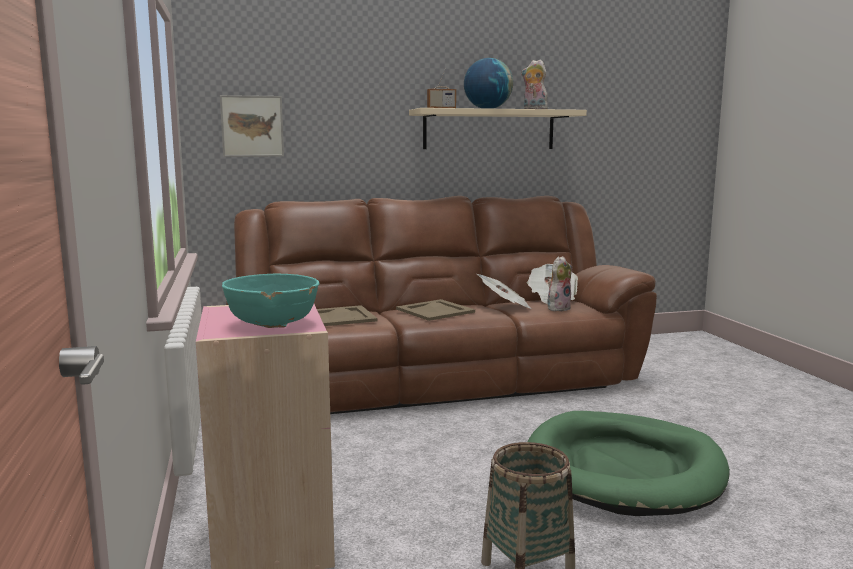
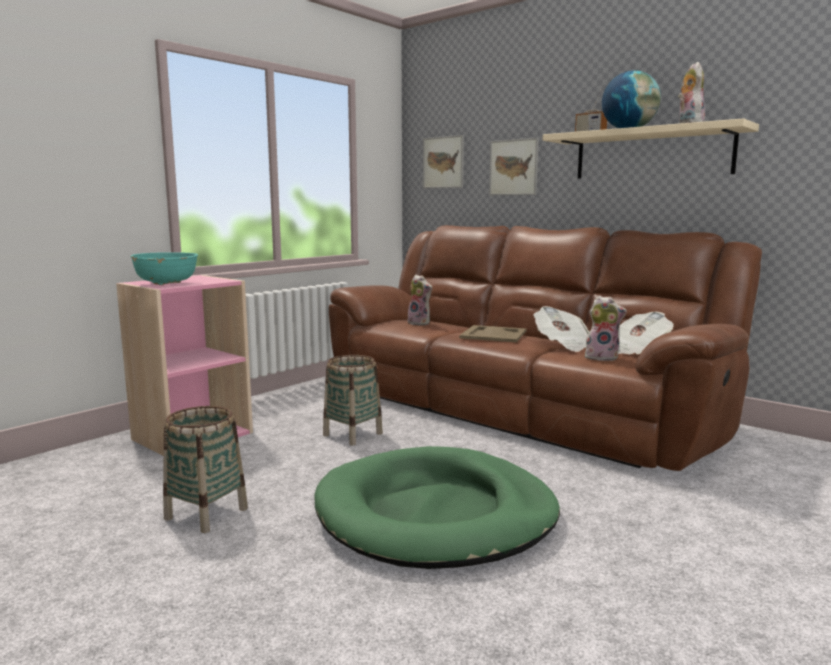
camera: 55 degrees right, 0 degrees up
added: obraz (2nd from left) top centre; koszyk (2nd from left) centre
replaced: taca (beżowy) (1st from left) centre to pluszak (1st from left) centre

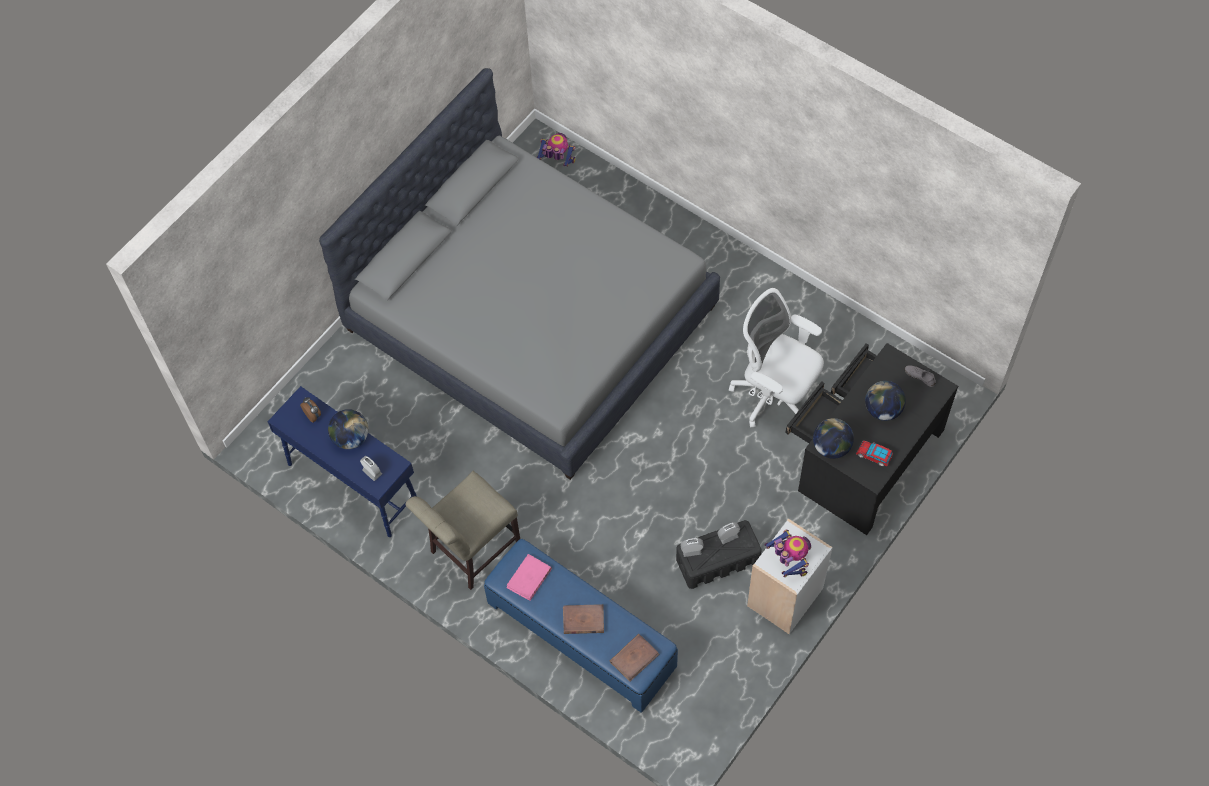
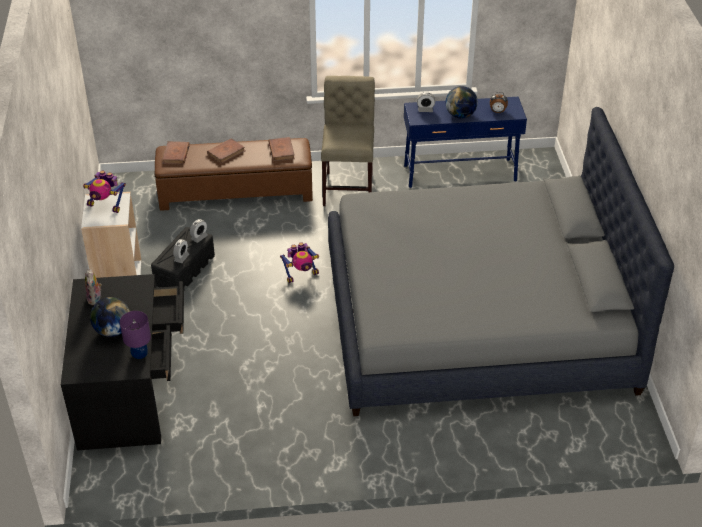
camera: 135 degrees right, 20 degrees down
removed: krzesło biurowe (biały) centre; but (szary) middle right; globus (2nd from left) middle right
added: lampa stołowa (fioletowy) middle left
moved: robot zabawkowy (1st from left in the first image) top centre to robot zabawkowy (2nd from left) centre
replaced: samochodzik middle right to pluszak middle left
recoloured: ławka (niebieski) bottom centre to ławka (brązowy) top left; książka (różowy) bottom centre to książka (brązowy) (3rd from left) top centre

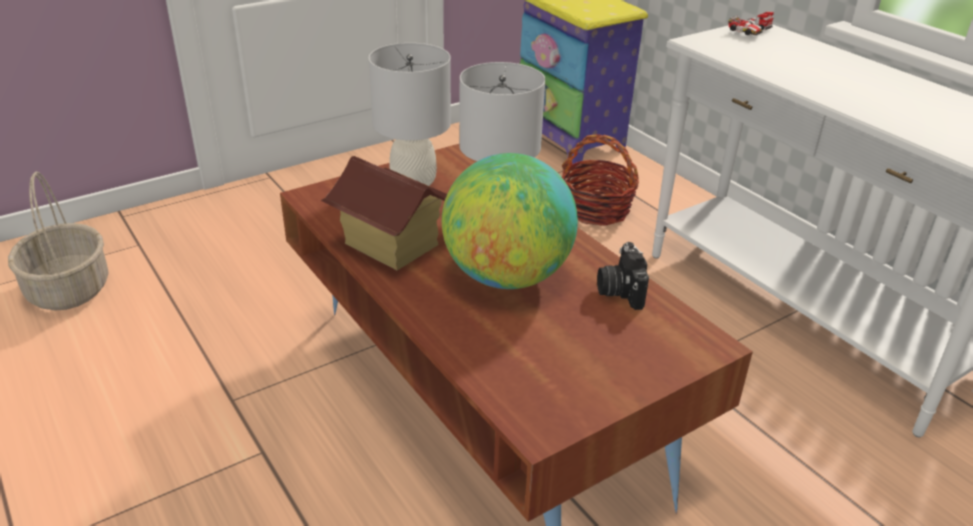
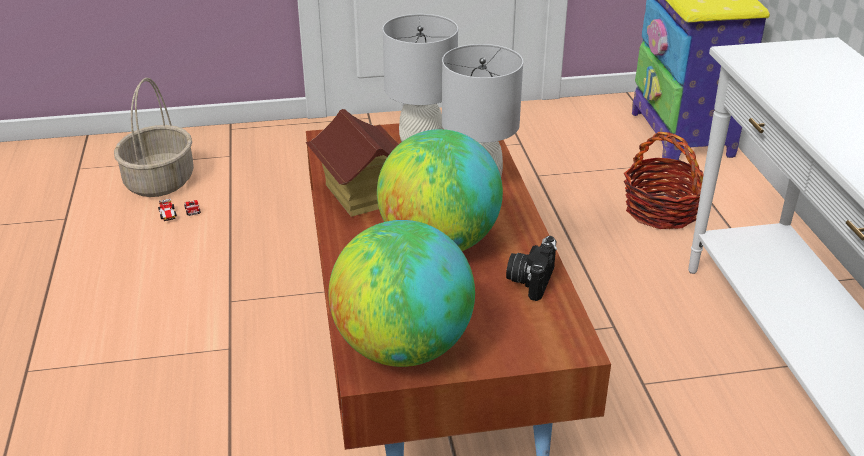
camera: 25 degrees right, 0 degrees up
added: globus (1st from left) centre
moved: samochodzik top right to middle left

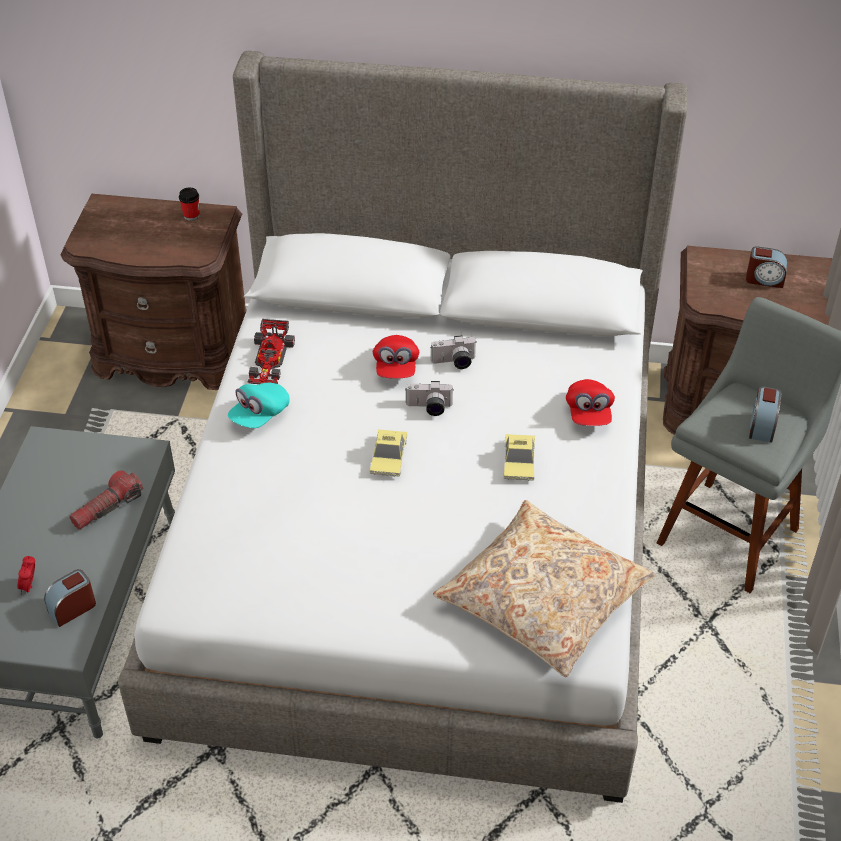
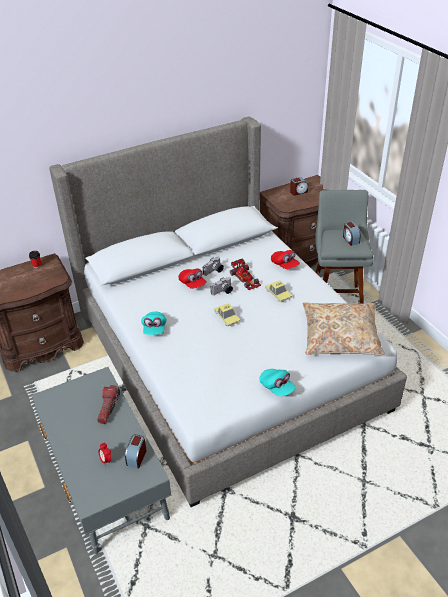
camera: 35 degrees left, 5 degrees down
added: czapka z daszkiem (turkusowy) (2nd from left) centre
moved: samochodzik (1st from left in the first image) middle left to samochodzik (2nd from left) centre

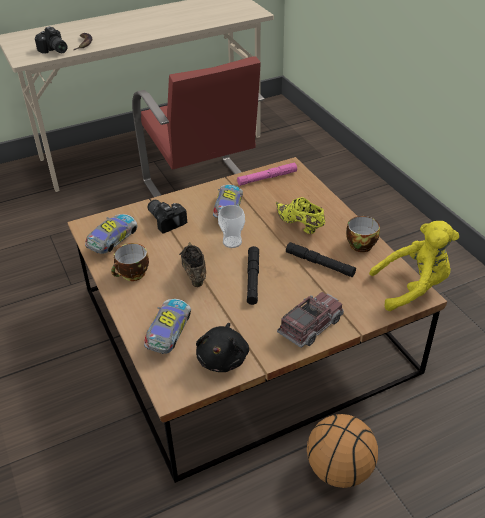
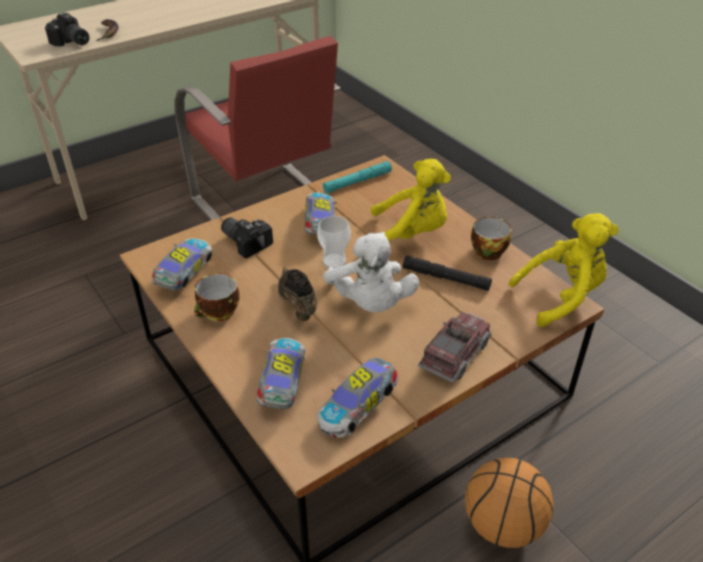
camera: 10 degrees left, 0 degrees up
replaced: but (żółty) centre to pluszak (żółty) (1st from left) centre; latarka (czarny) (1st from left) centre to pluszak (biały) centre; pluszak (czarny) bottom centre to samochodzik (4th from left) bottom centre
recoloured: latarka (różowy) centre to latarka (turkusowy) top centre

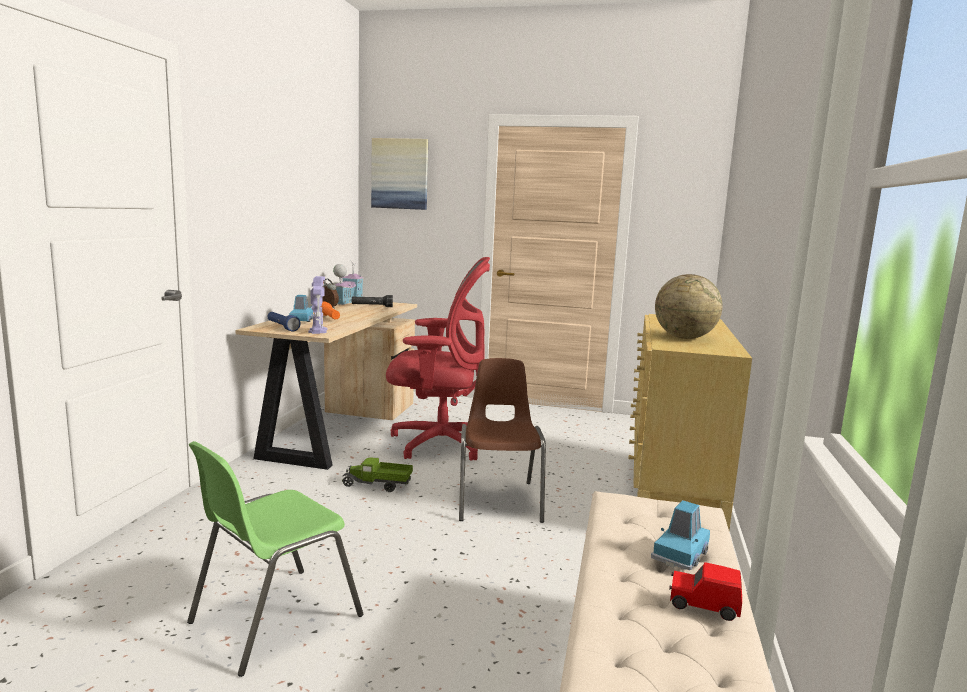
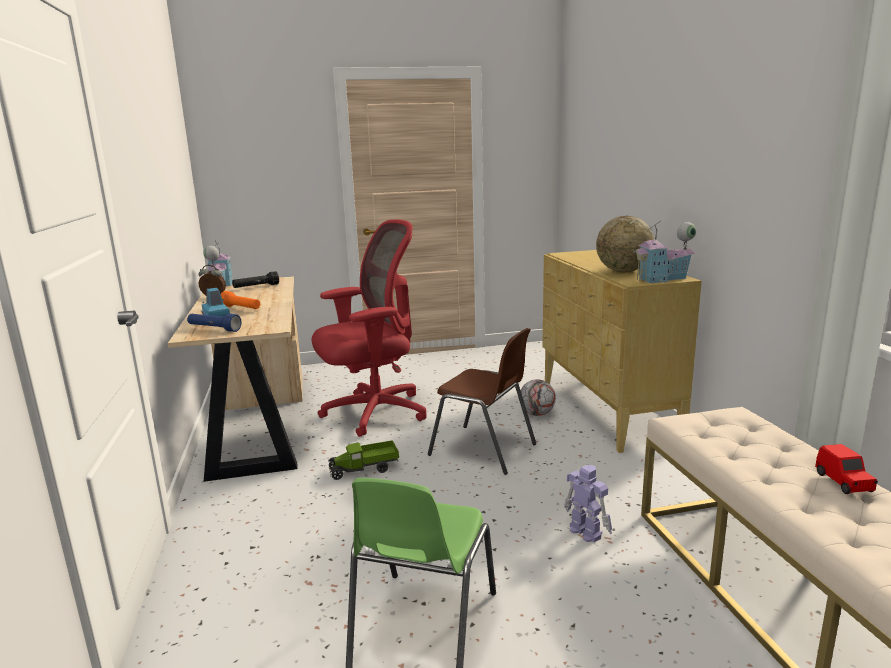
camera: 25 degrees left, 5 degrees up
removed: obraz top centre; samochodzik (niebieski) (2nd from left) bottom right
added: domek (2nd from left) middle right; piłka futbolowa centre
moved: robot zabawkowy middle left to bottom centre
turned: krzesło (brązowy) centre = centre 150 degrees clockwise; samochodzik (czerwony) bottom right = bottom right 90 degrees counterclockwise

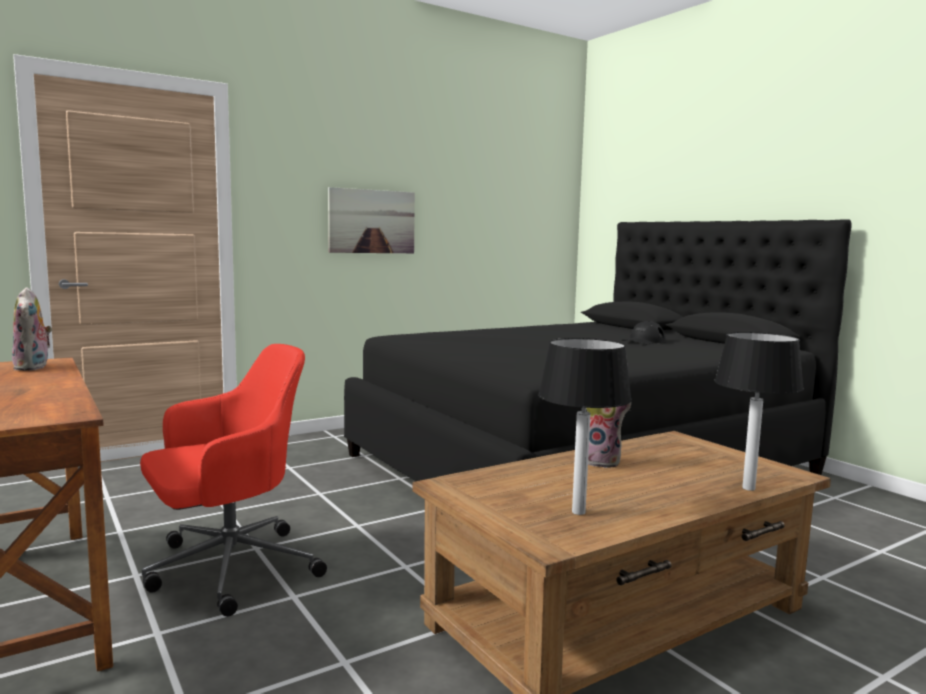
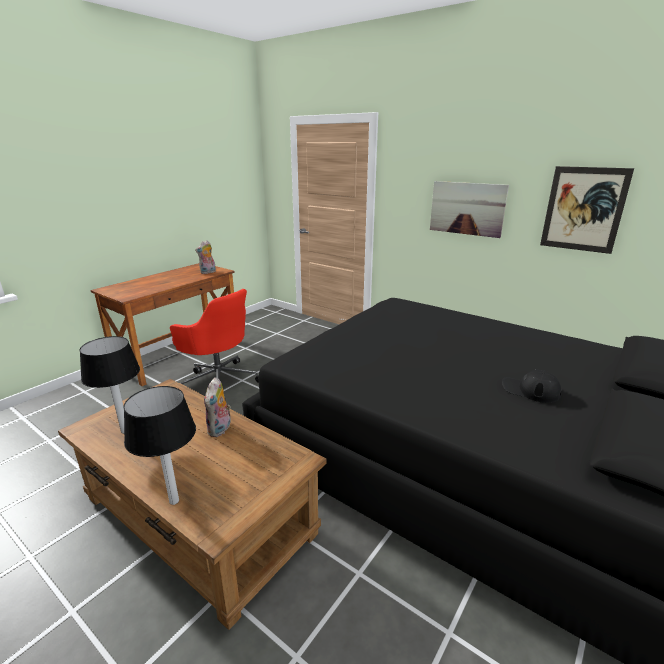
camera: 70 degrees right, 15 degrees up
added: obraz (2nd from left) top right

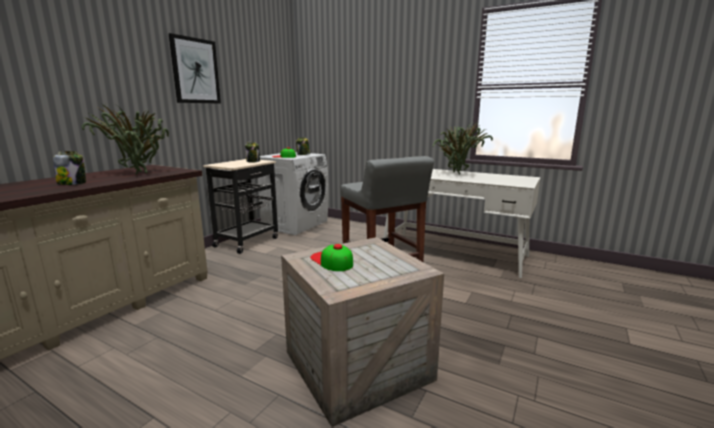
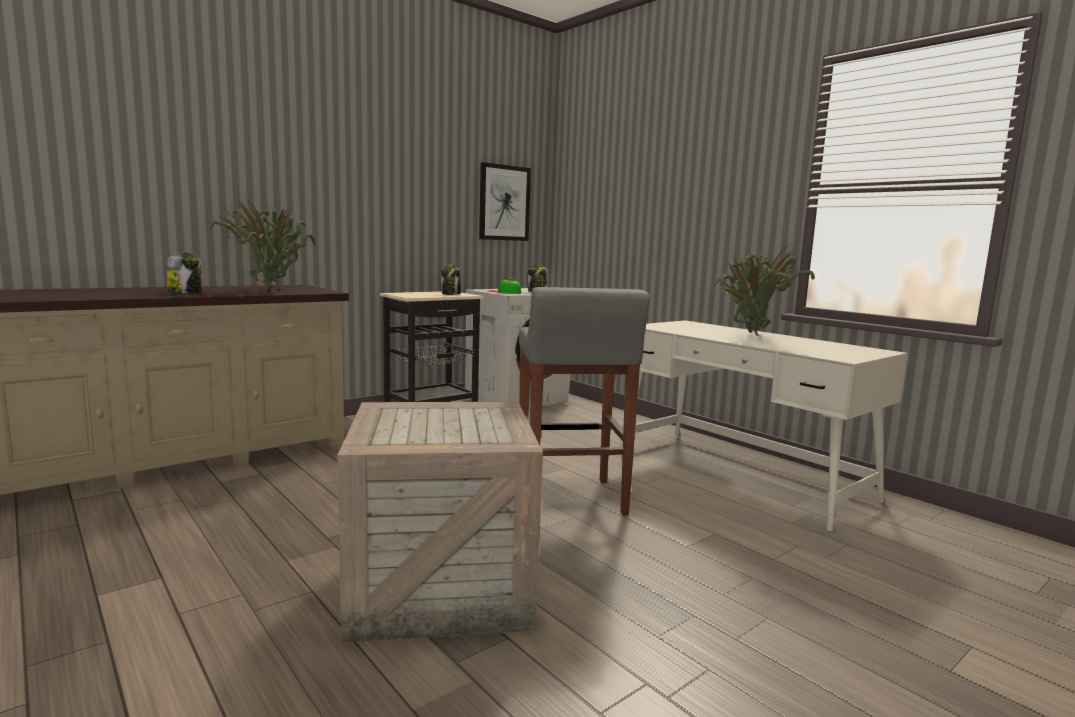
camera: 20 degrees right, 5 degrees down
removed: czapka z daszkiem (2nd from left) centre
moved: obraz top left to top centre

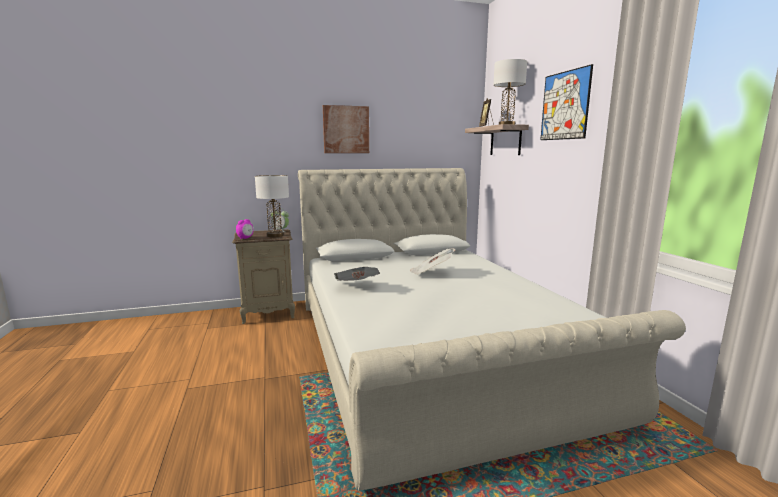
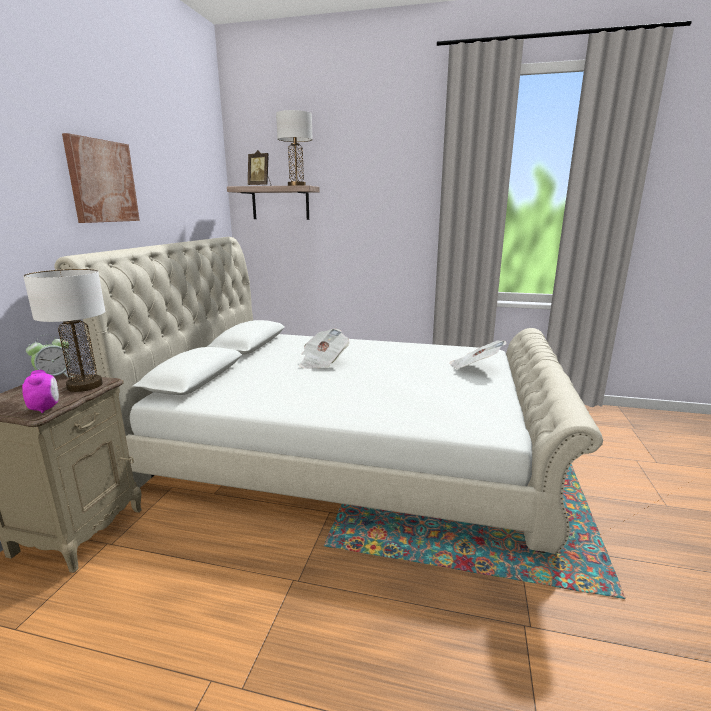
camera: 60 degrees left, 5 degrees up
removed: obraz (2nd from left) top right
moved: gazeta (1st from left in the first image) centre to gazeta (2nd from left) middle right

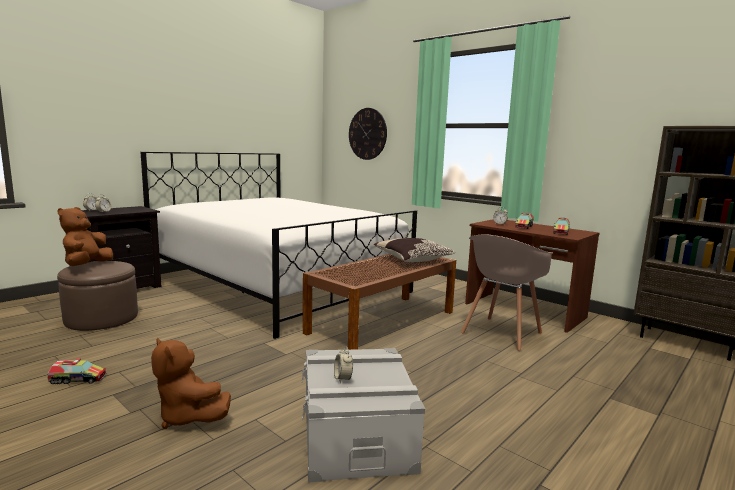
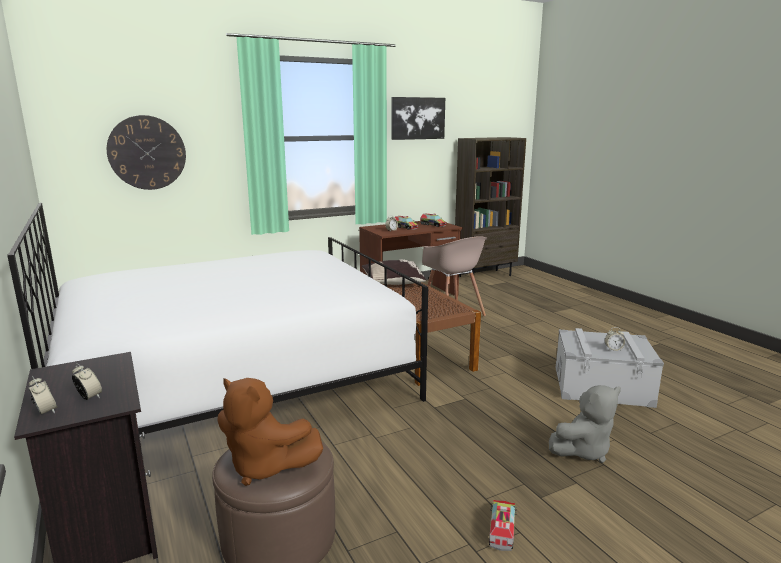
camera: 70 degrees left, 5 degrees up
added: obraz top centre
recoloured: pluszak (brązowy) (2nd from left) bottom left to pluszak (szary) bottom right

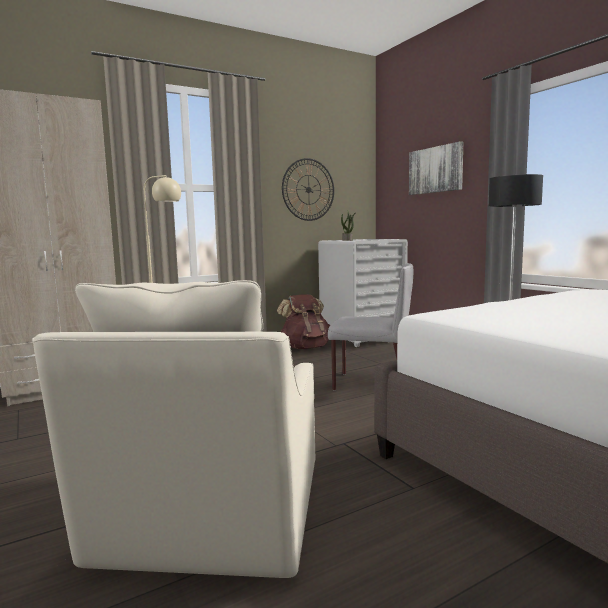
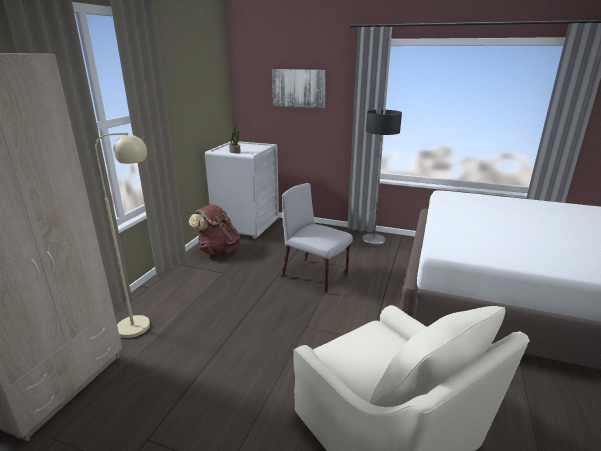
camera: 40 degrees left, 15 degrees up
removed: zegar ścienny top centre
turned: krzesło (szary) centre = centre 120 degrees counterclockwise

